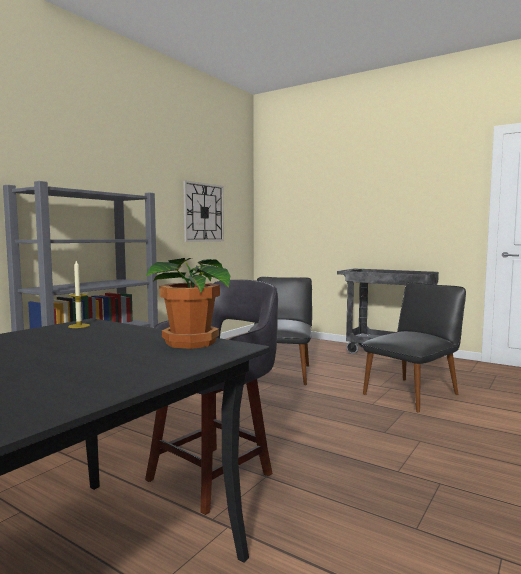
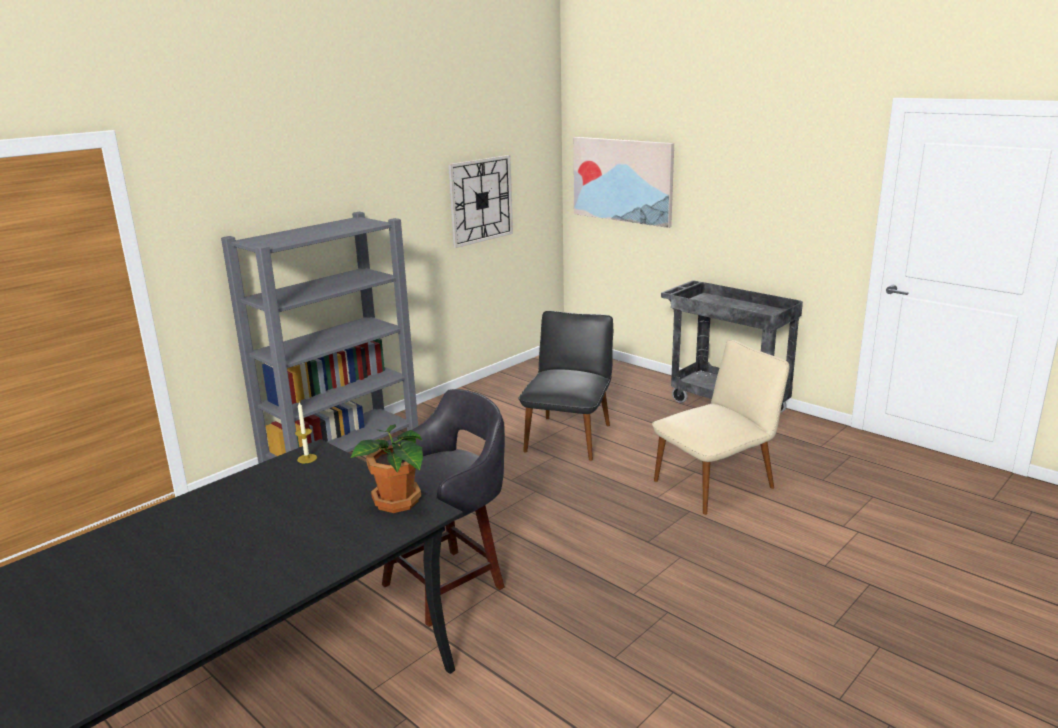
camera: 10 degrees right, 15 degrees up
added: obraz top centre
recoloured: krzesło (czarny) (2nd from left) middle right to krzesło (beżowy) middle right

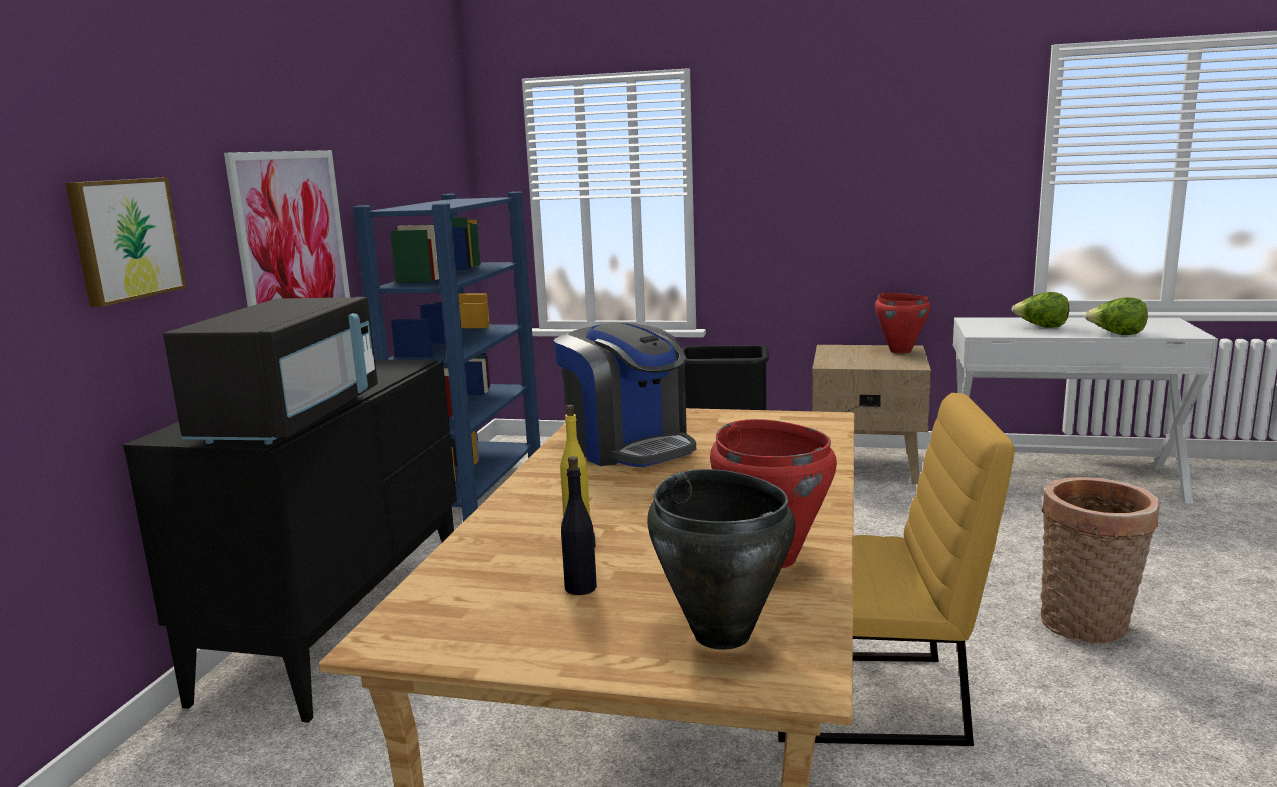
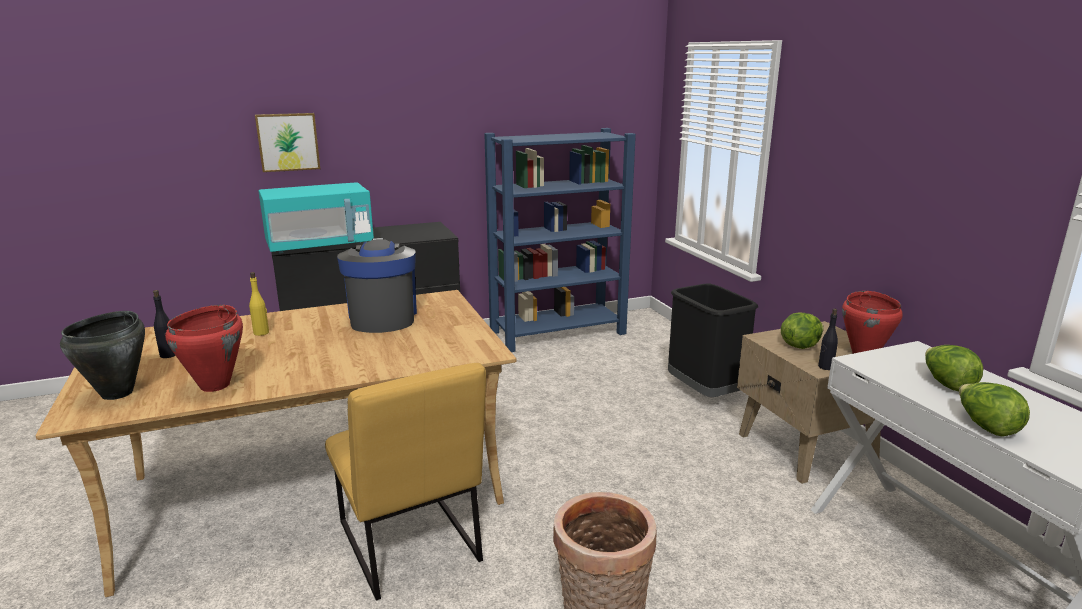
camera: 55 degrees right, 5 degrees up
removed: obraz (2nd from left) top left
added: butelka (czarny) (2nd from left) middle right; sałata (1st from left) middle right
recoloured: mikrofalówka (czarny) middle left to mikrofalówka (turkusowy) middle left
turned: ekspres do kawy centre = centre 150 degrees clockwise

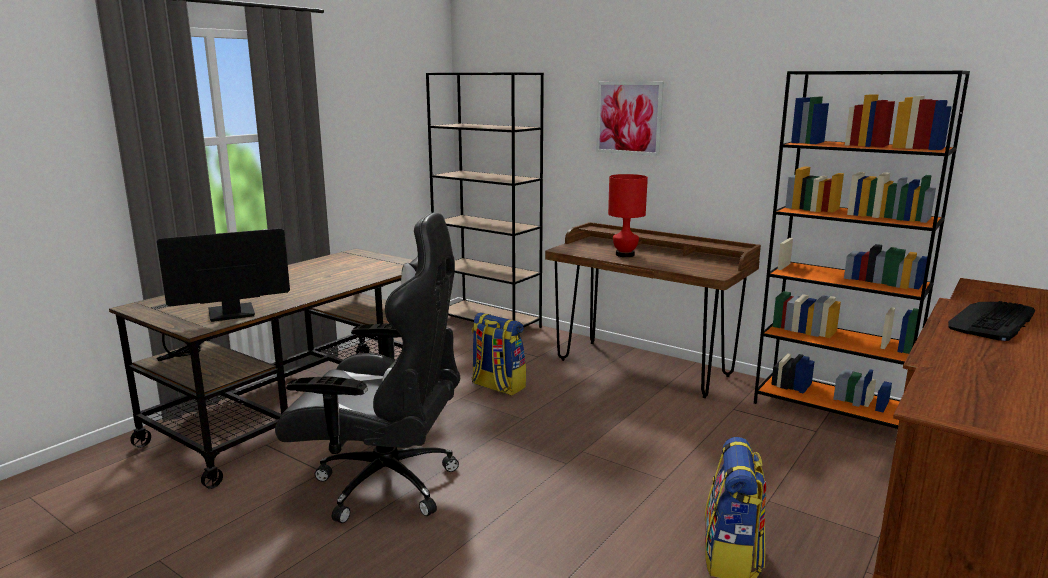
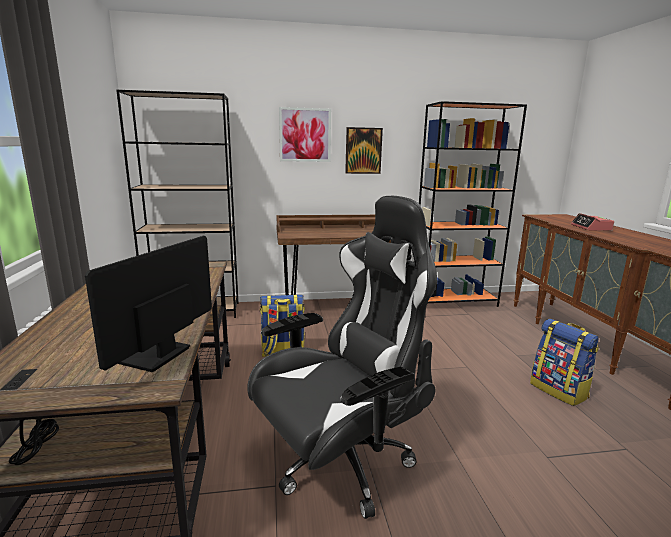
camera: 45 degrees left, 0 degrees up
removed: lampa stołowa (czerwony) centre
added: obraz (2nd from left) top centre
replaced: klawiatura middle right to budzik middle right

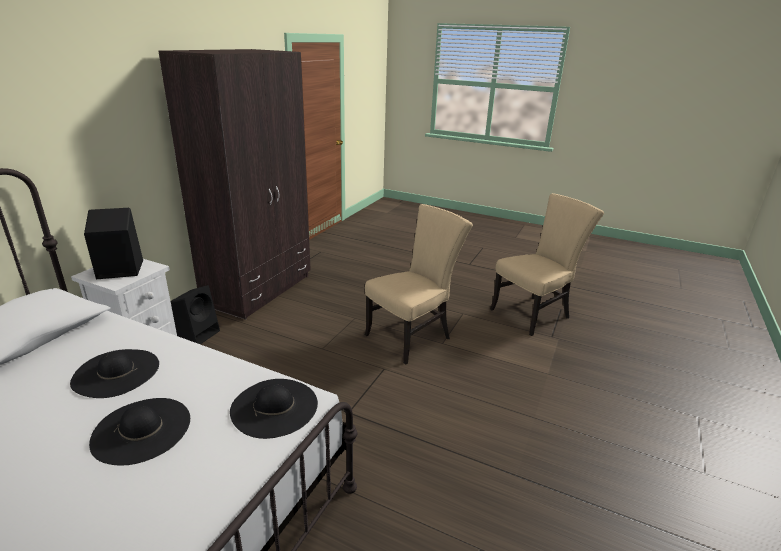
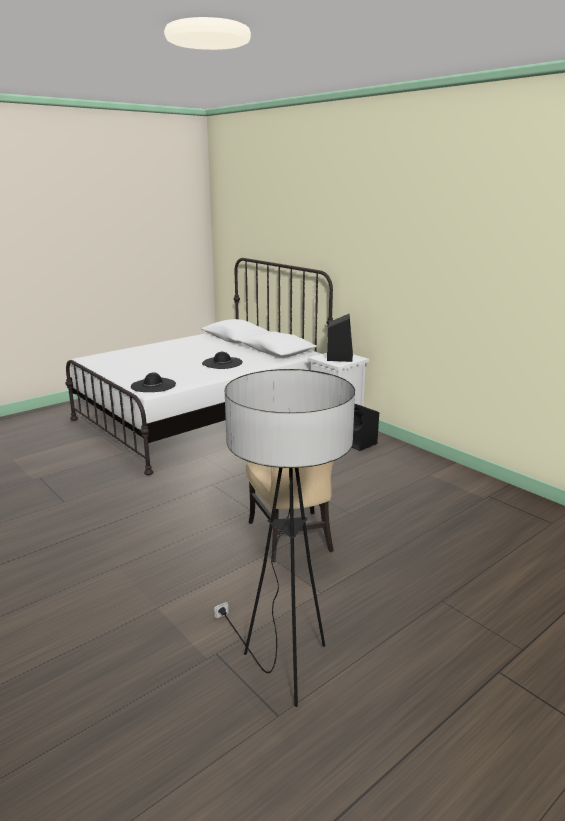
camera: 115 degrees right, 5 degrees down
removed: szafa (brązowy) middle left; kapelusz (czarny) (2nd from left) bottom left
replaced: krzesło (beżowy) (2nd from left) middle right to lampa stojąca centre

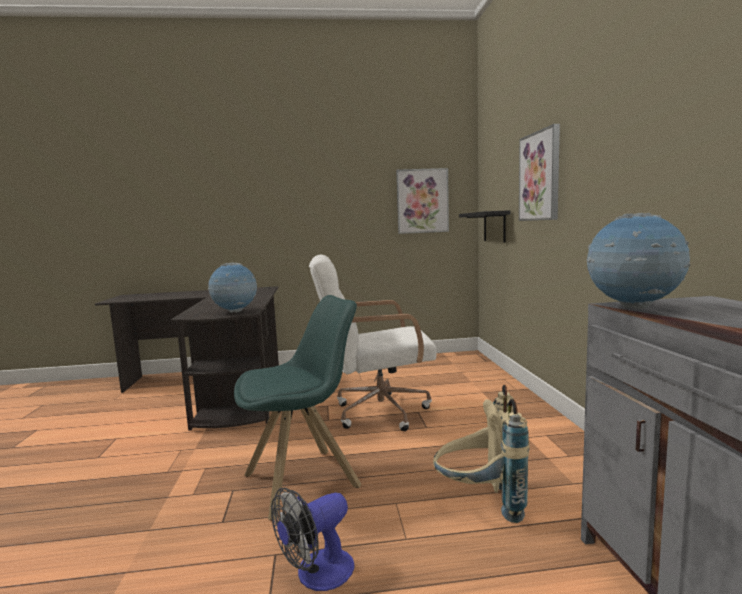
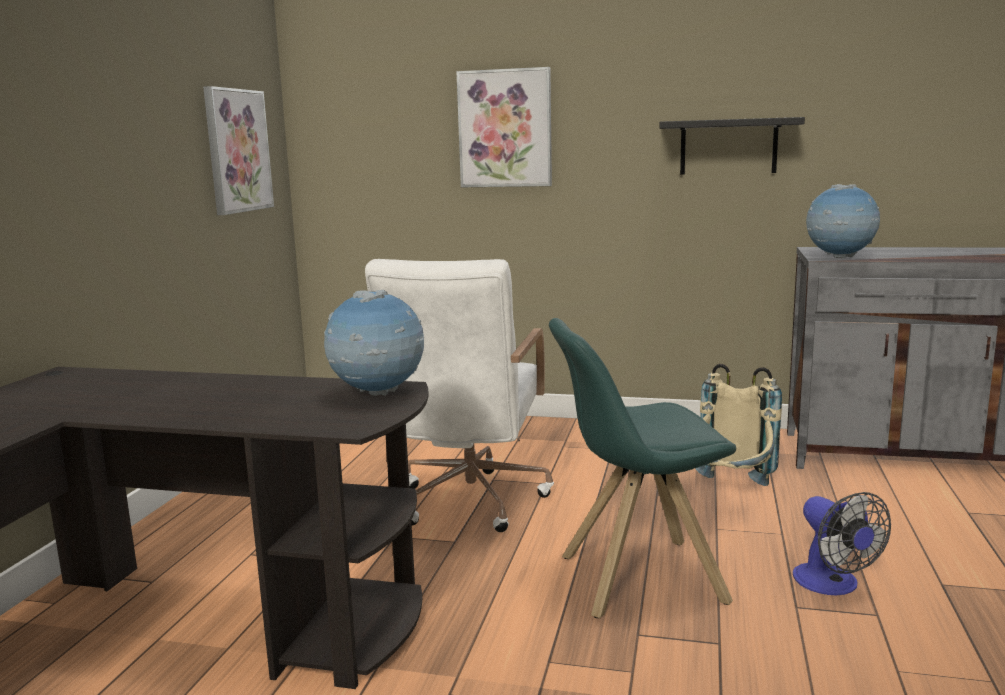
camera: 70 degrees left, 5 degrees up
moved: półka (czarny) centre to top right
turned: krzesło (turkusowy) bottom centre = bottom centre 90 degrees counterclockwise

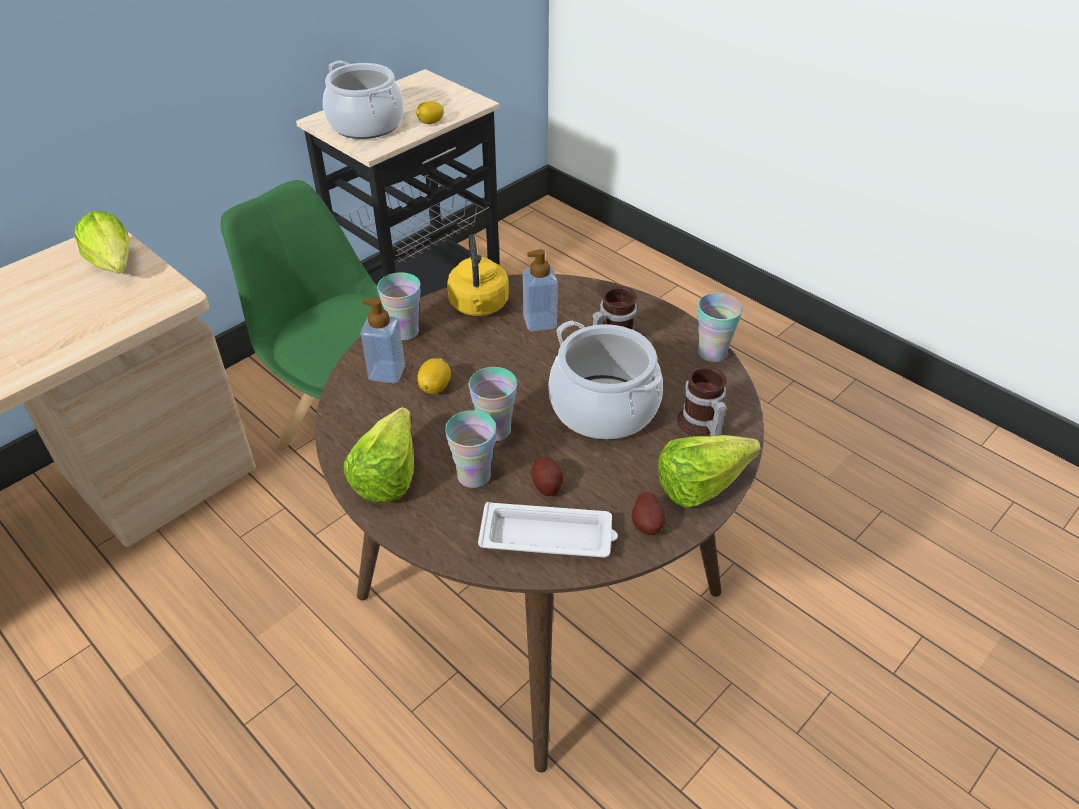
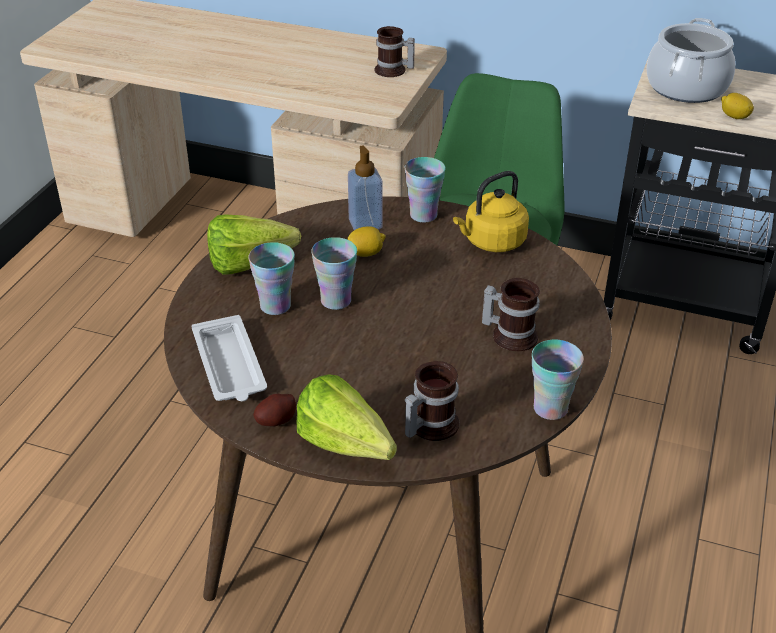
camera: 65 degrees right, 5 degrees down
removed: dozownik mydła (2nd from left) centre; garnek (2nd from left) centre; ziemniak (1st from left) centre
replaced: sałata (1st from left) top left to kubek (1st from left) top centre

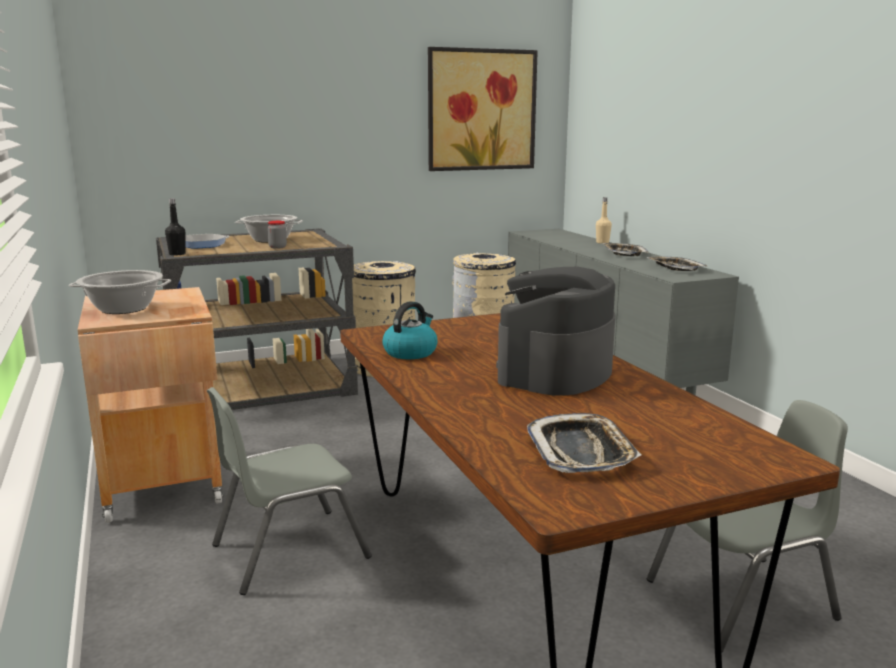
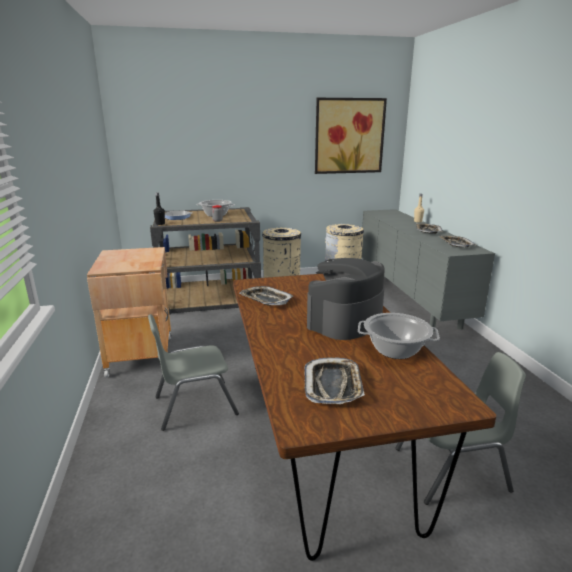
camera: 10 degrees right, 5 degrees up
moved: garnek (1st from left in the first image) middle left to garnek (2nd from left) middle right
replaced: czajnik centre to taca (1st from left) centre

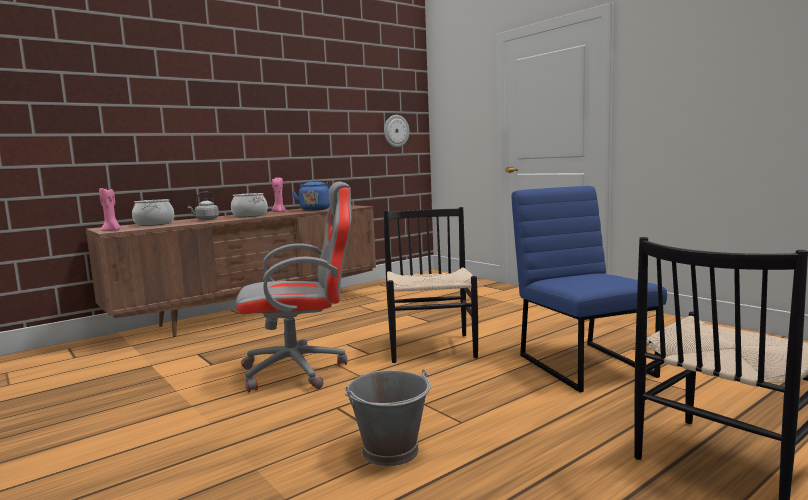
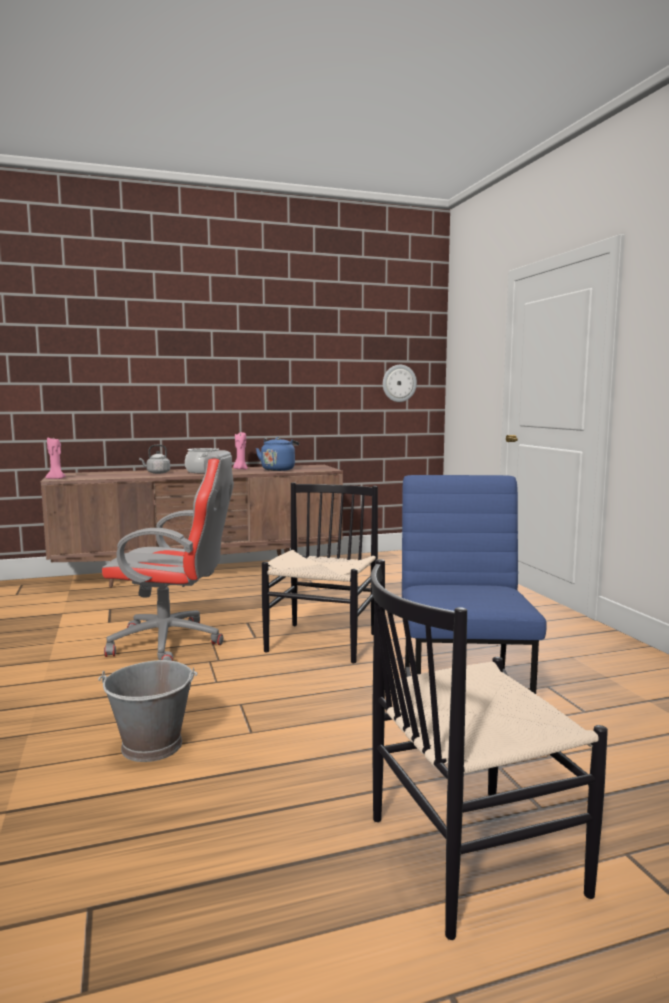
camera: 20 degrees right, 0 degrees up
removed: garnek (1st from left) middle left

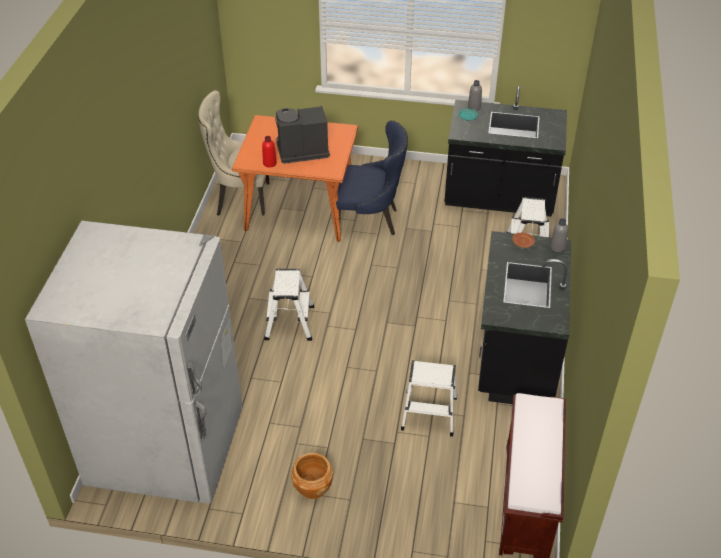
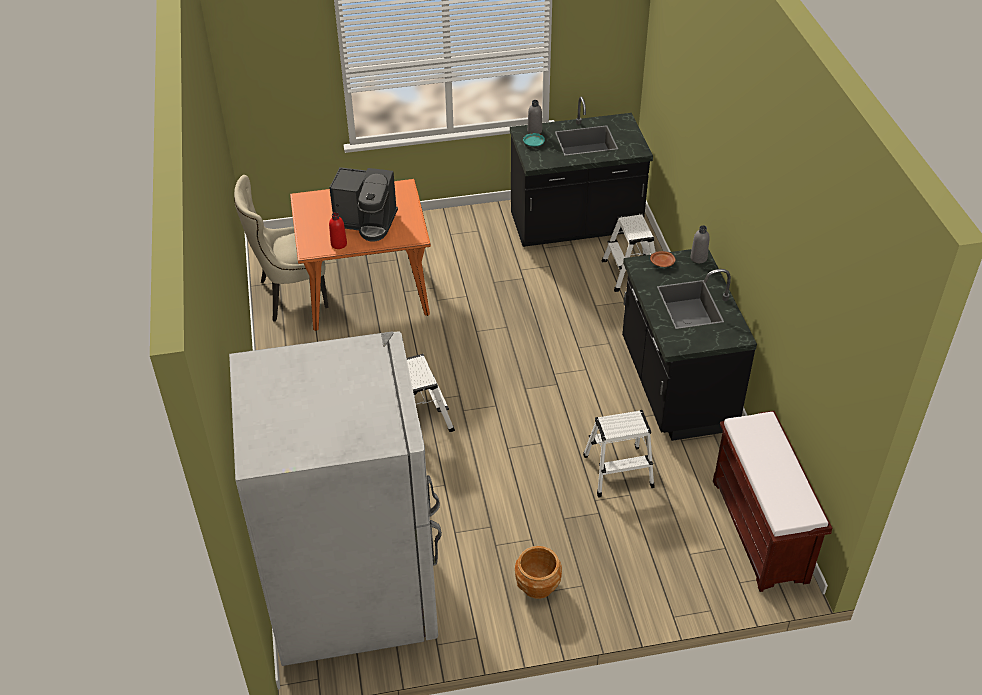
camera: 20 degrees left, 0 degrees up
removed: krzesło (niebieski) top centre
turned: ekspres do kawy top centre = top centre 135 degrees counterclockwise

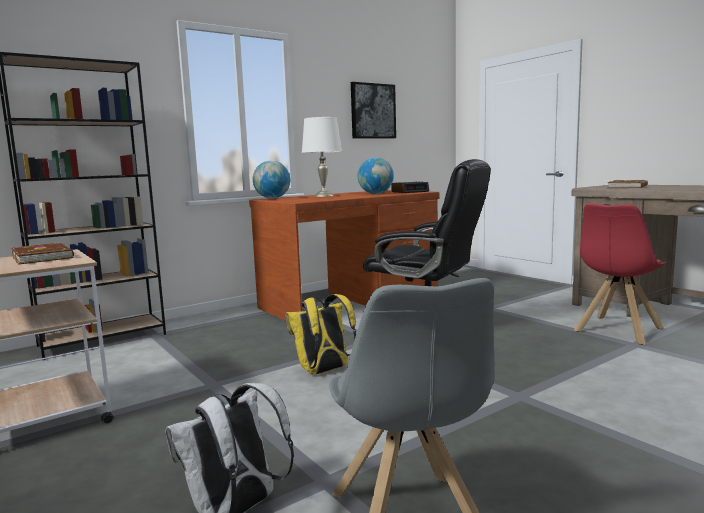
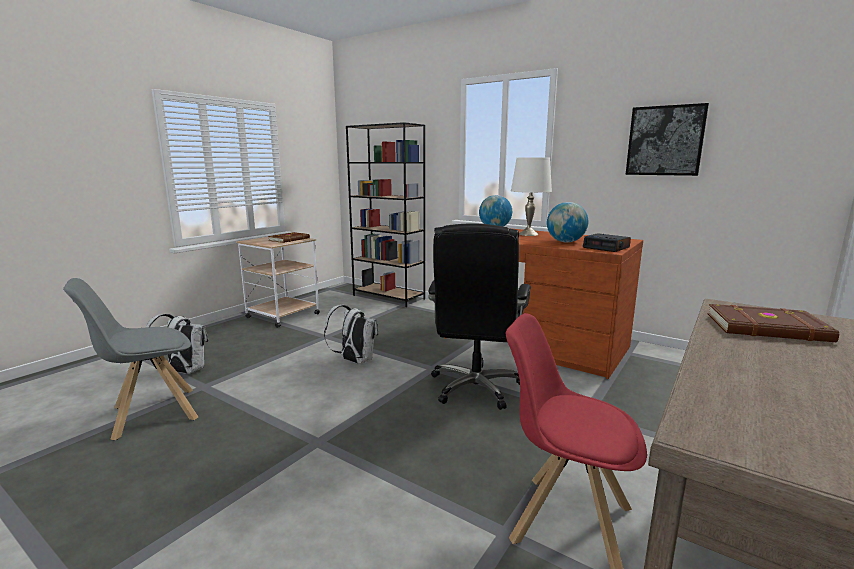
camera: 70 degrees right, 5 degrees up
recoloured: plecak (żółty) centre to plecak (biały) (2nd from left) centre

